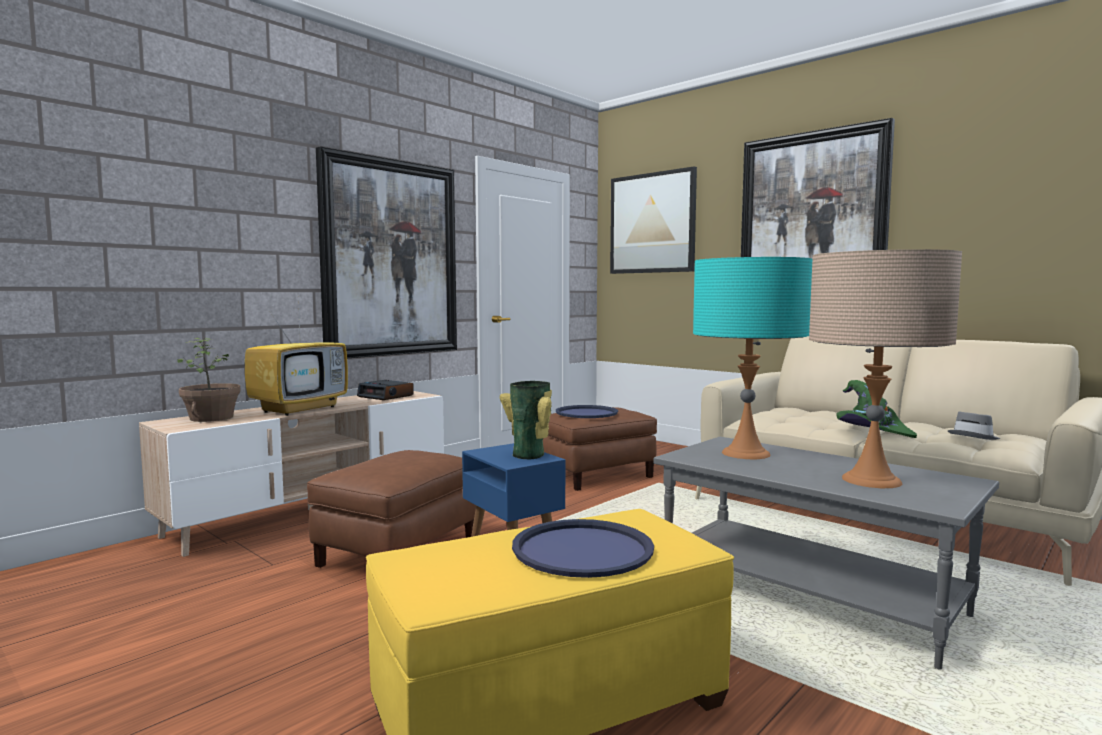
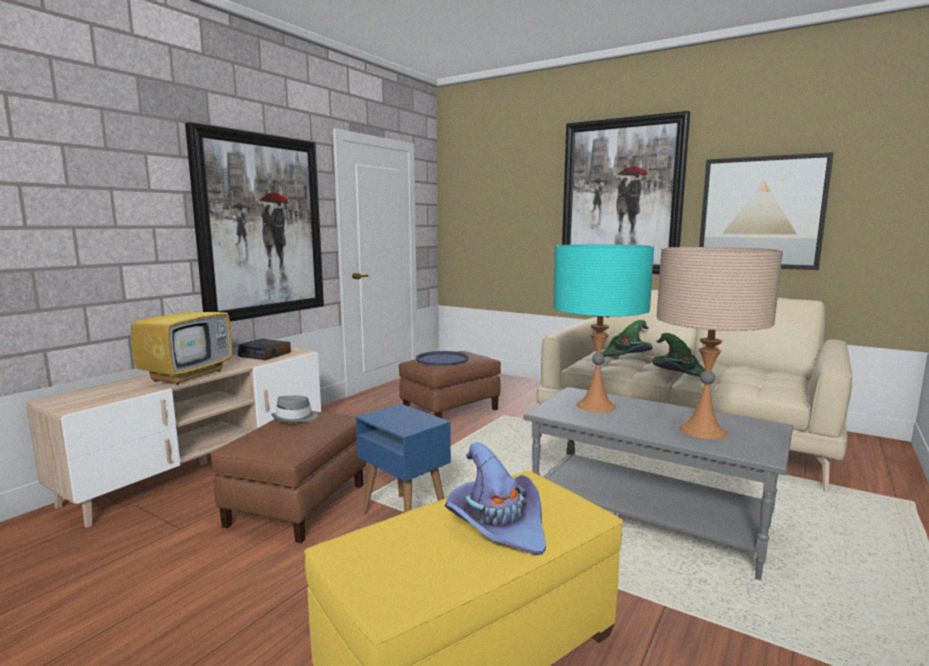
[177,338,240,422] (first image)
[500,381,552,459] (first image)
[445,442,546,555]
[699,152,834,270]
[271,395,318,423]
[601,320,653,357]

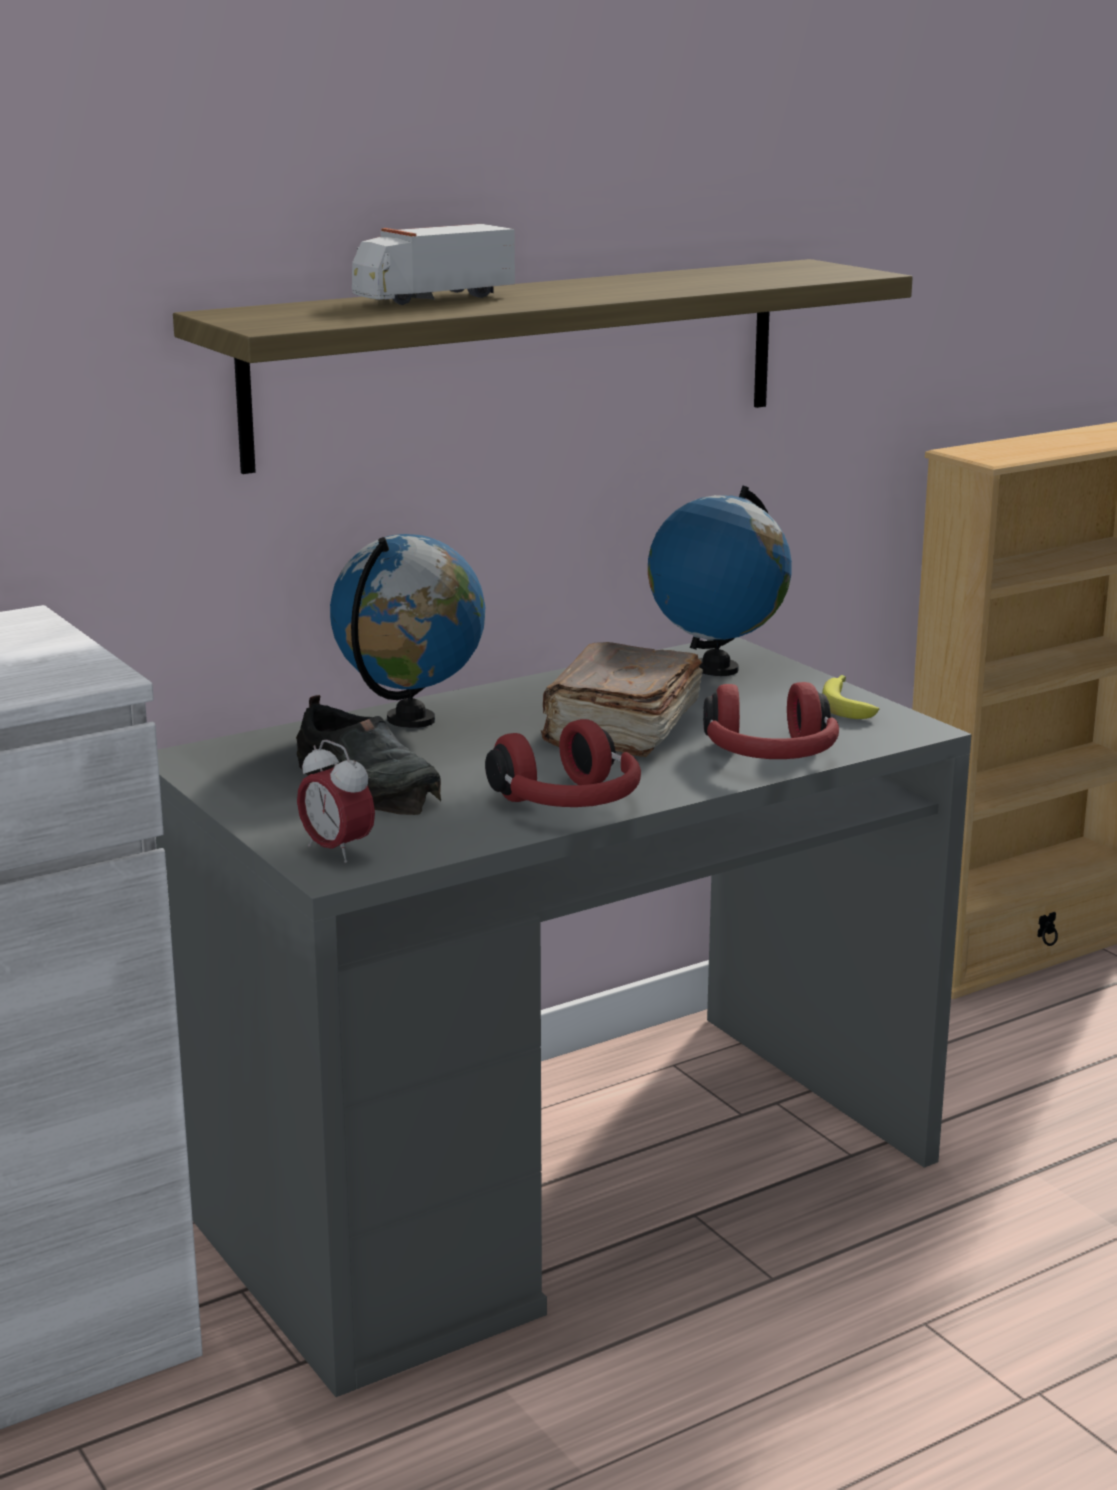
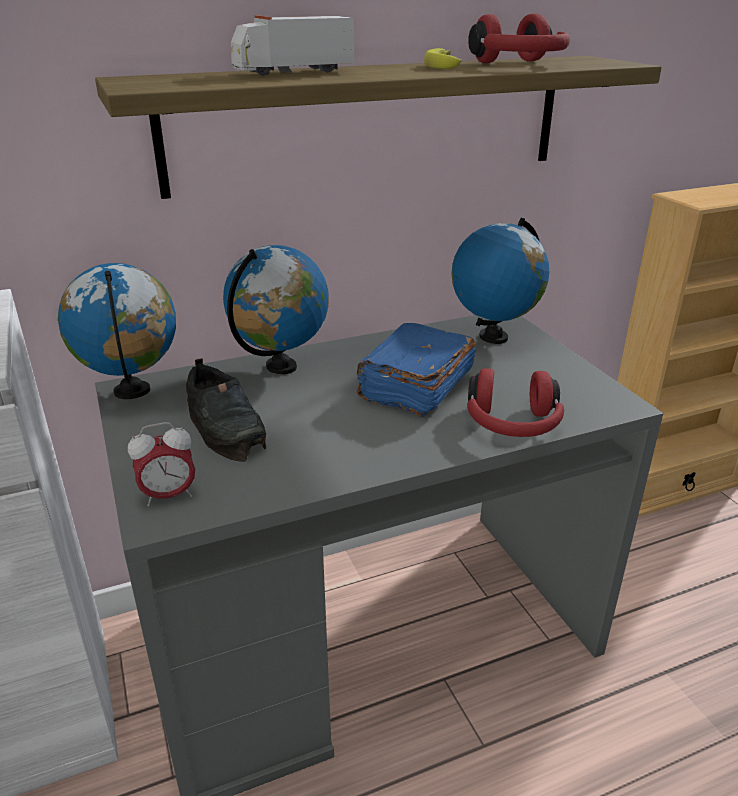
[128,422,195,506]
[468,13,570,63]
[356,323,476,417]
[424,48,462,69]
[58,263,176,399]

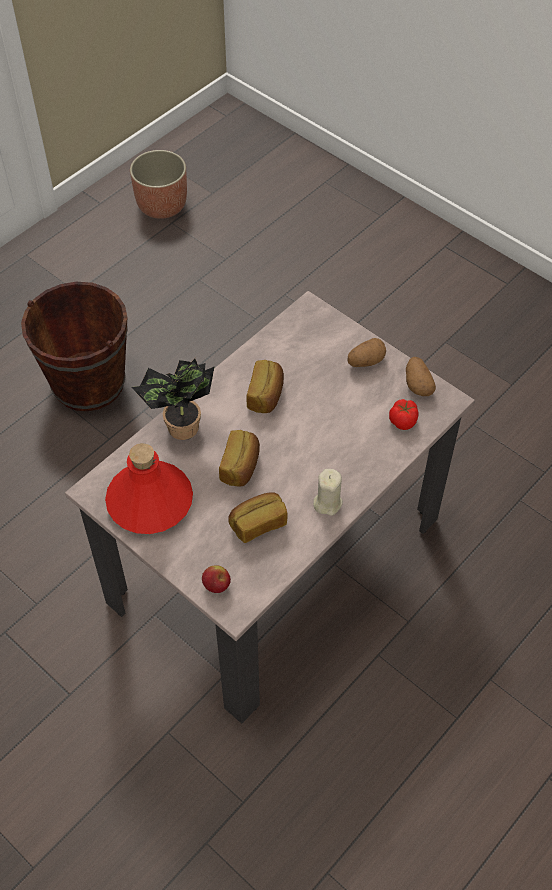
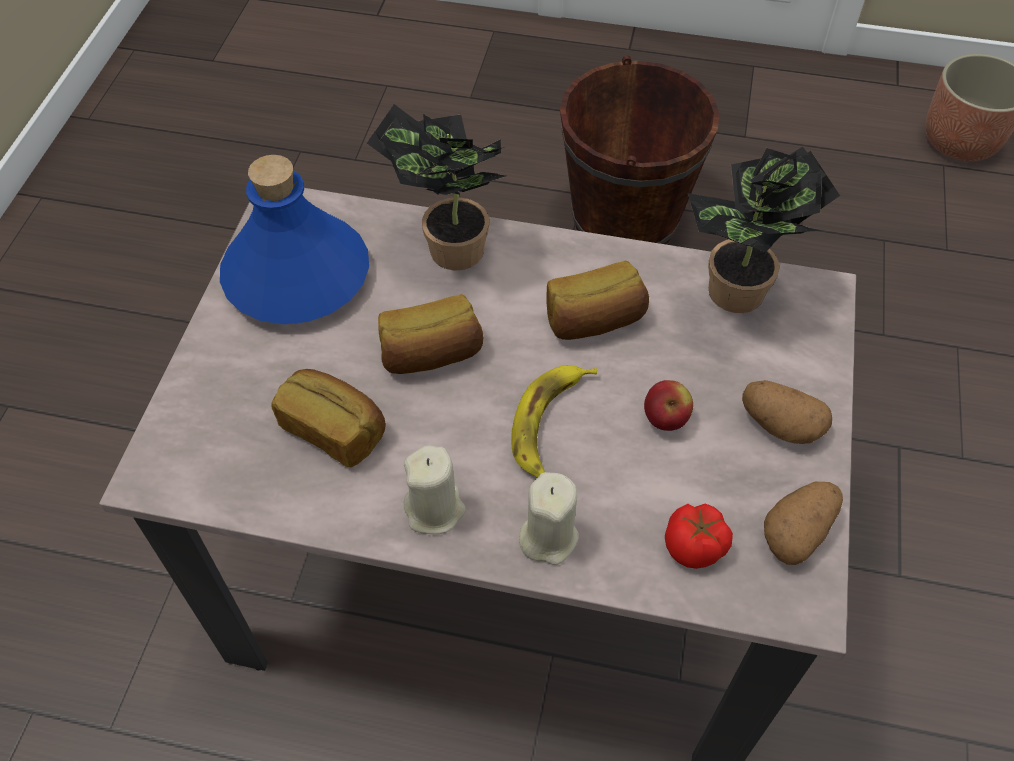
[220,155,369,324]
[644,380,693,431]
[511,365,597,478]
[519,472,579,565]
[688,146,840,313]

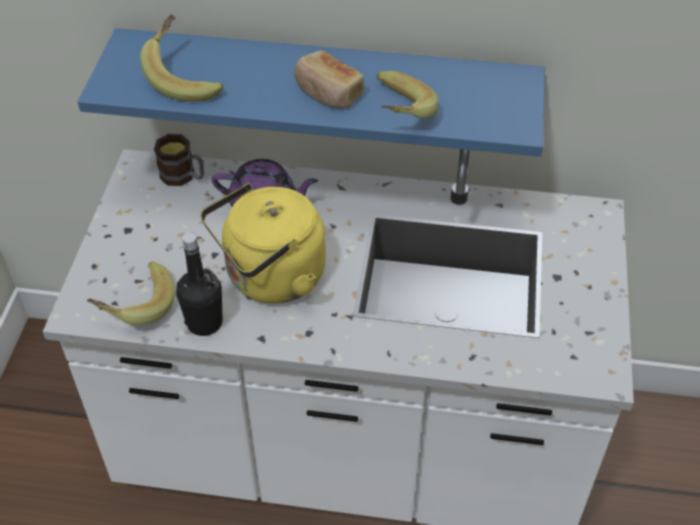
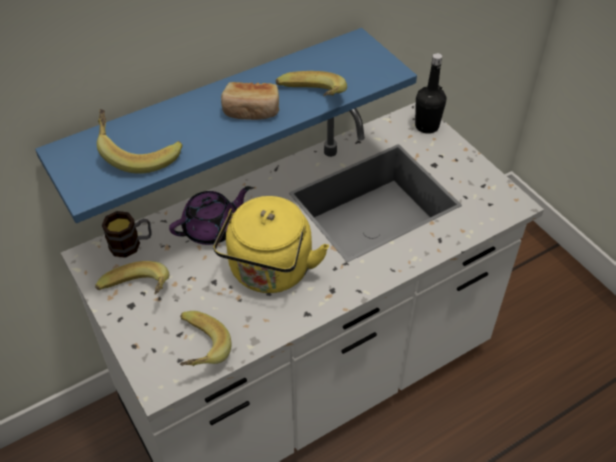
[415,53,446,134]
[95,261,169,294]

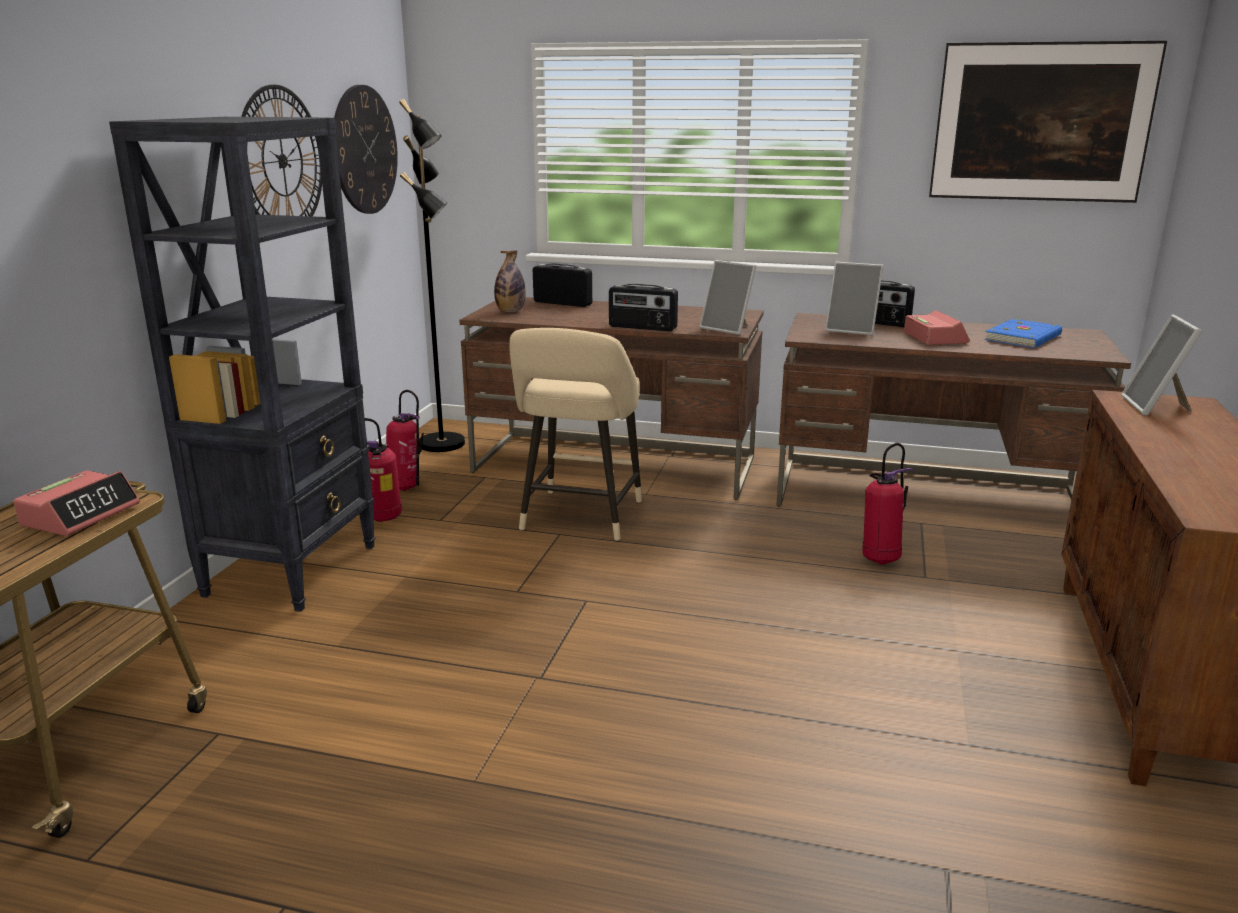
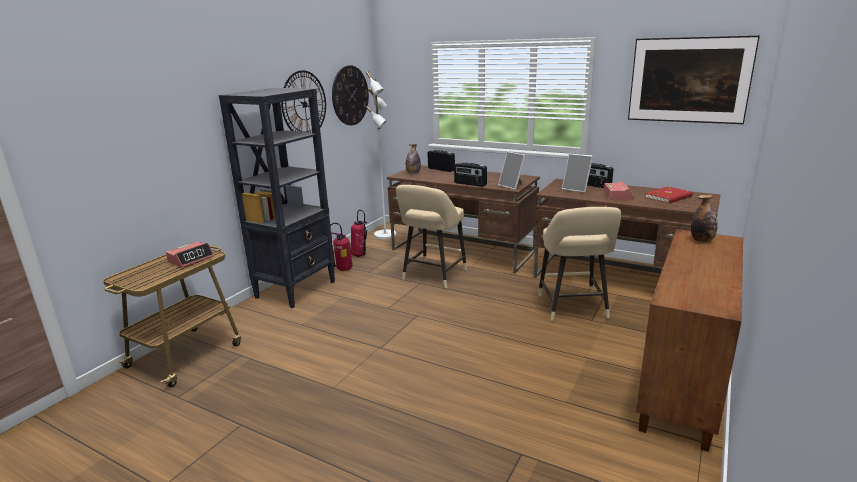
[366,72,396,239]
[538,207,621,321]
[645,186,693,204]
[691,195,718,242]

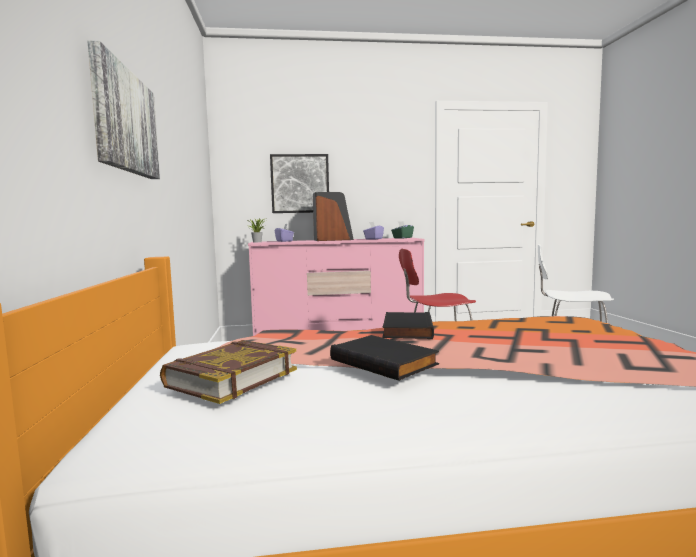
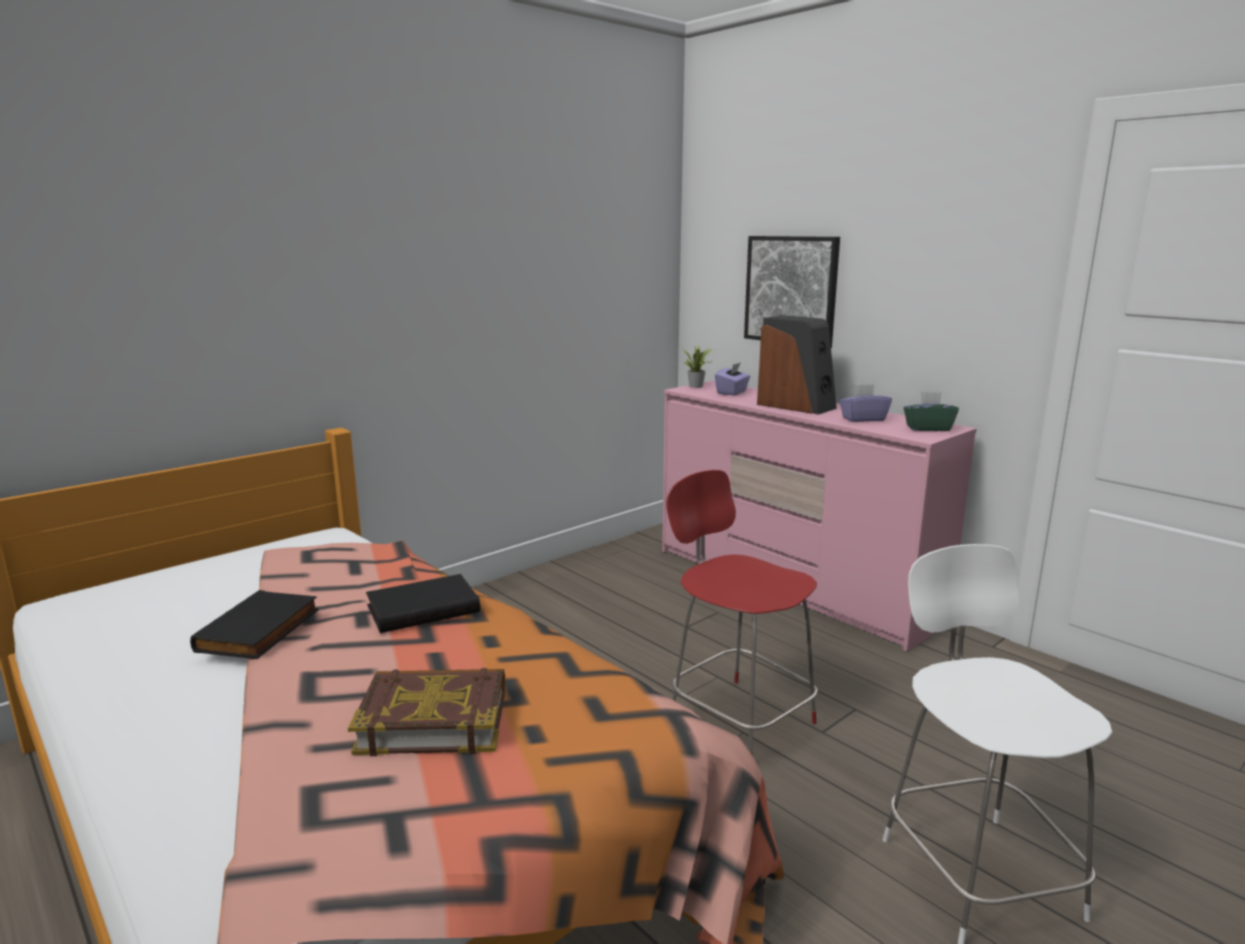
[87,41,160,179] (first image)
[348,668,505,756]

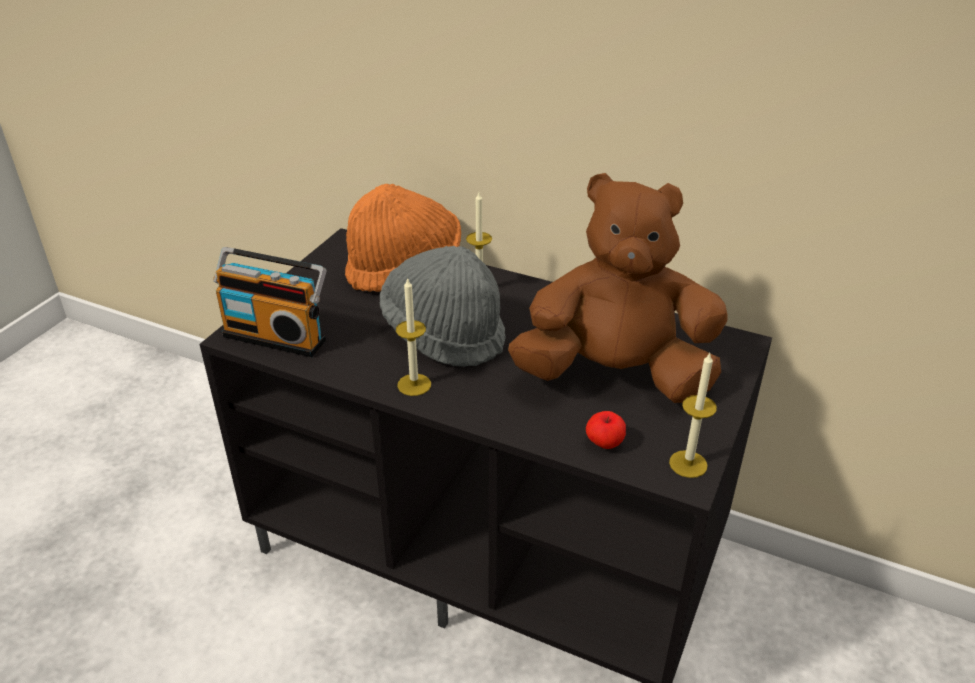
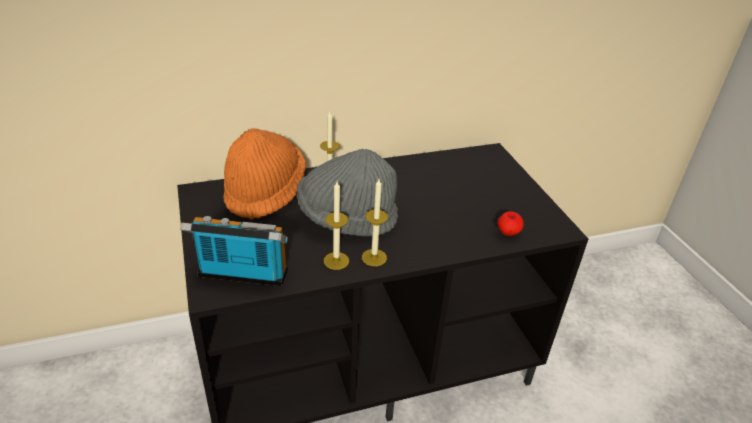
[180,216,288,286]
[508,173,728,403] (first image)
[324,182,349,270]

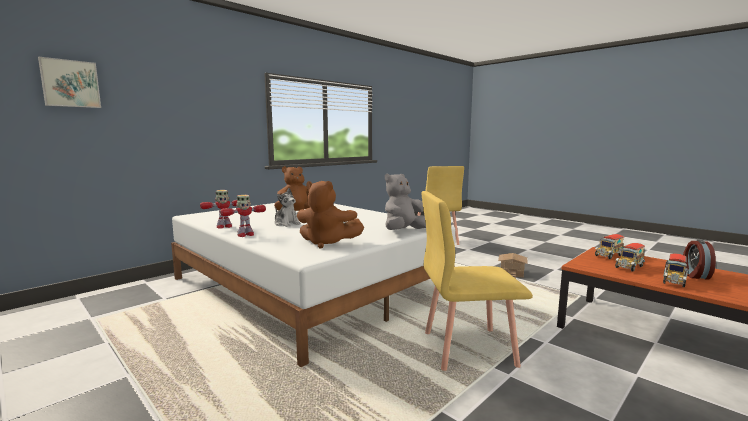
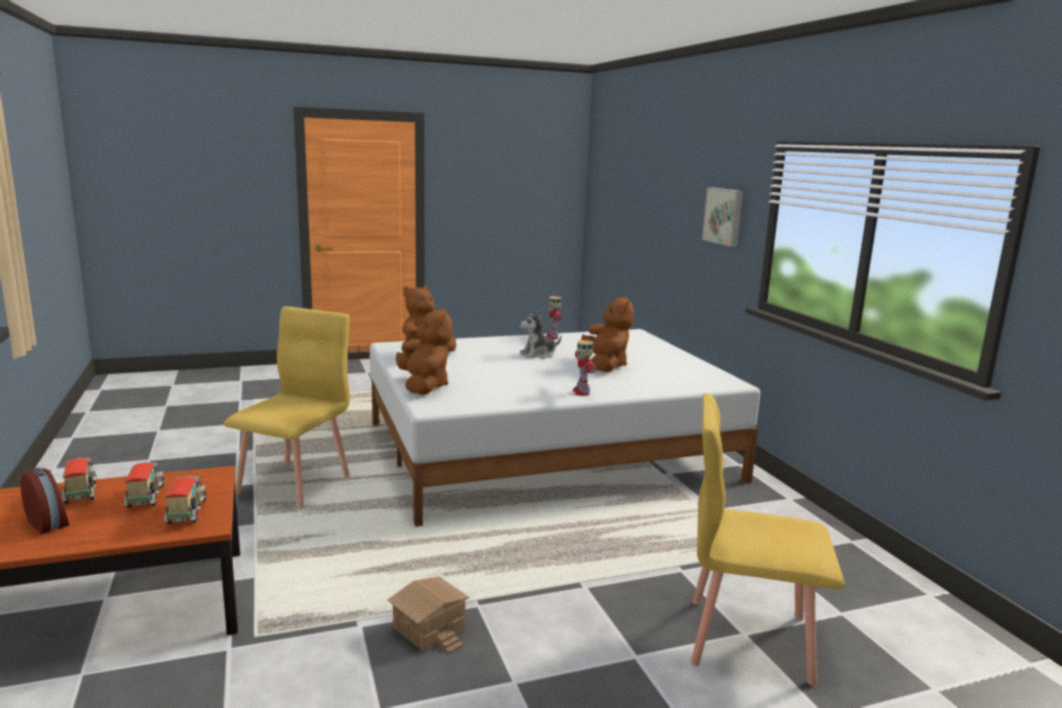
[702,187,743,247]
[572,340,597,396]
[396,307,452,395]

